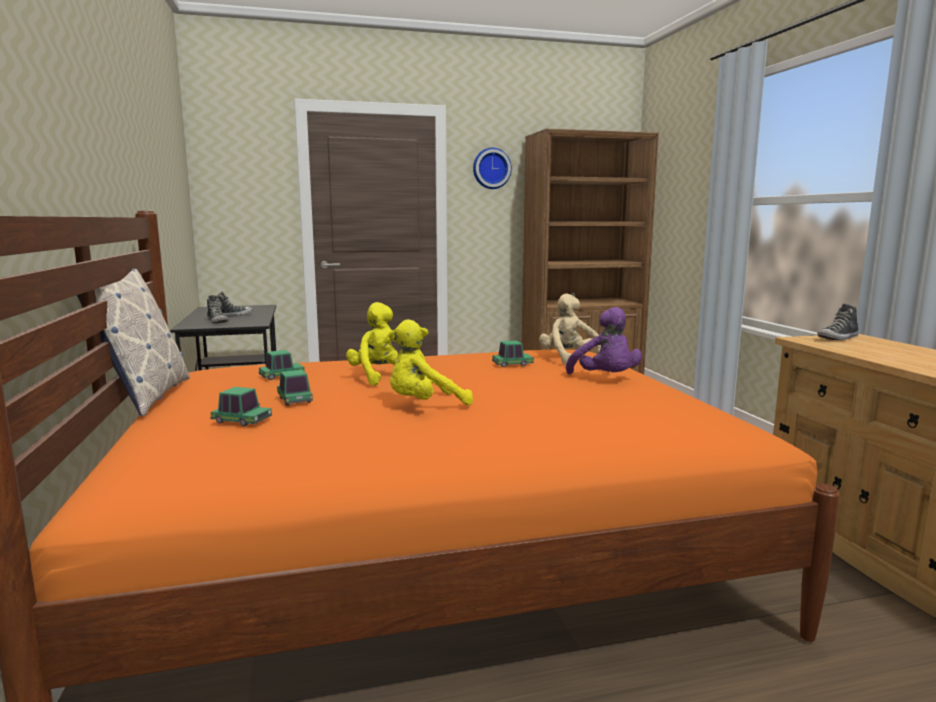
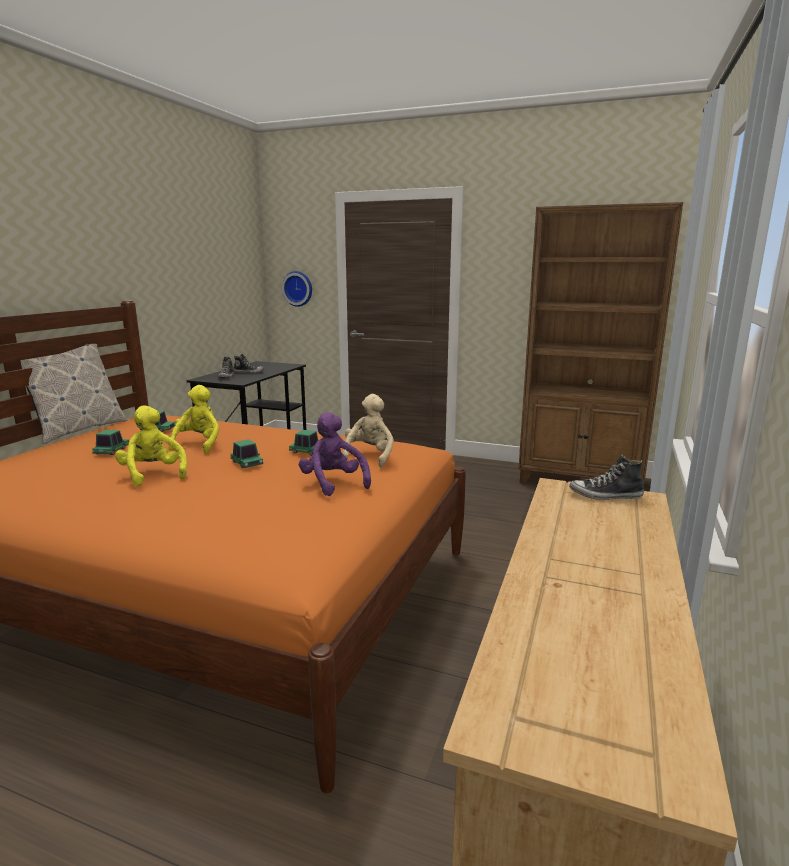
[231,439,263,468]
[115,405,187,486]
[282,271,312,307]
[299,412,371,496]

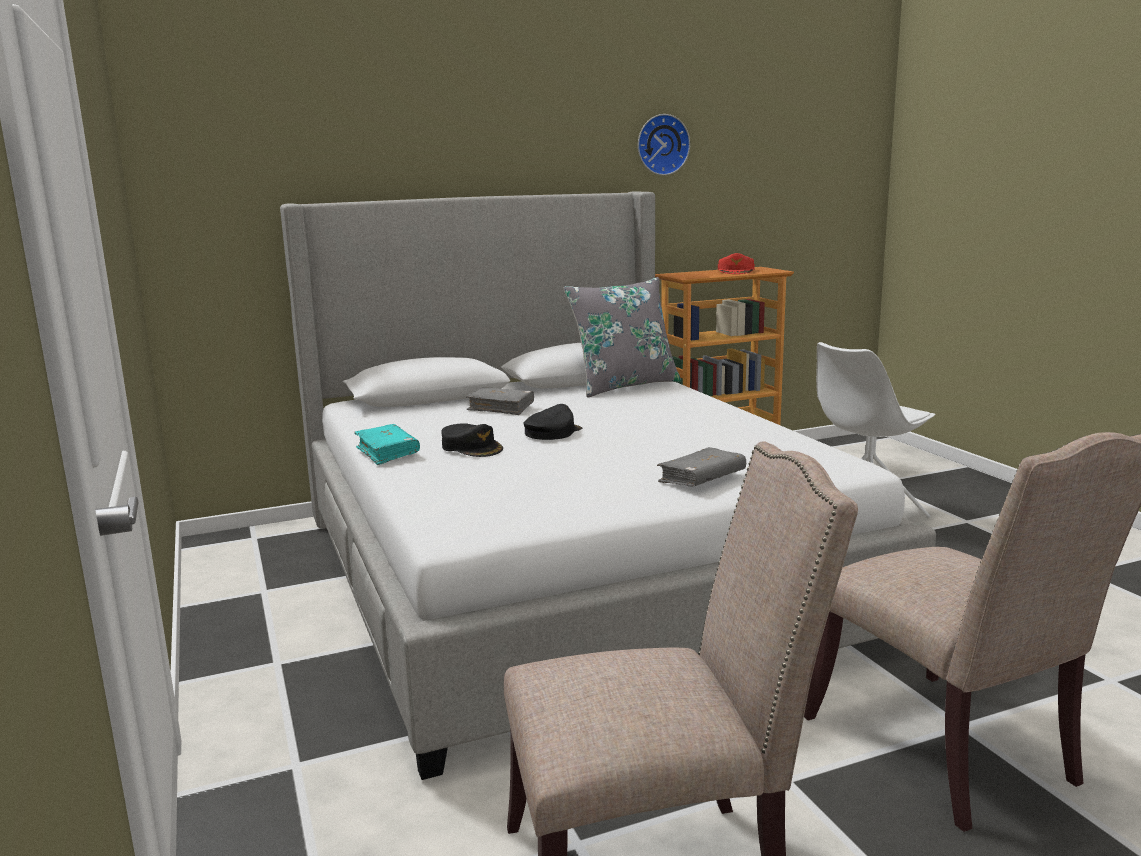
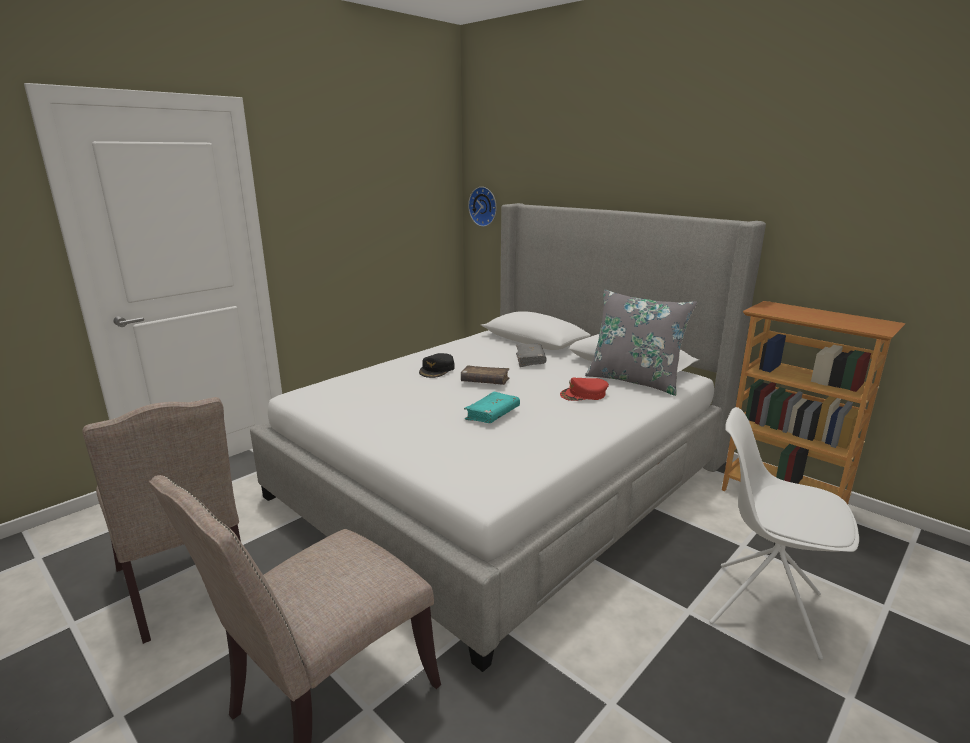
[464,392,520,423]
[461,365,510,385]
[468,187,496,227]
[657,447,746,487] (first image)
[560,377,609,401]

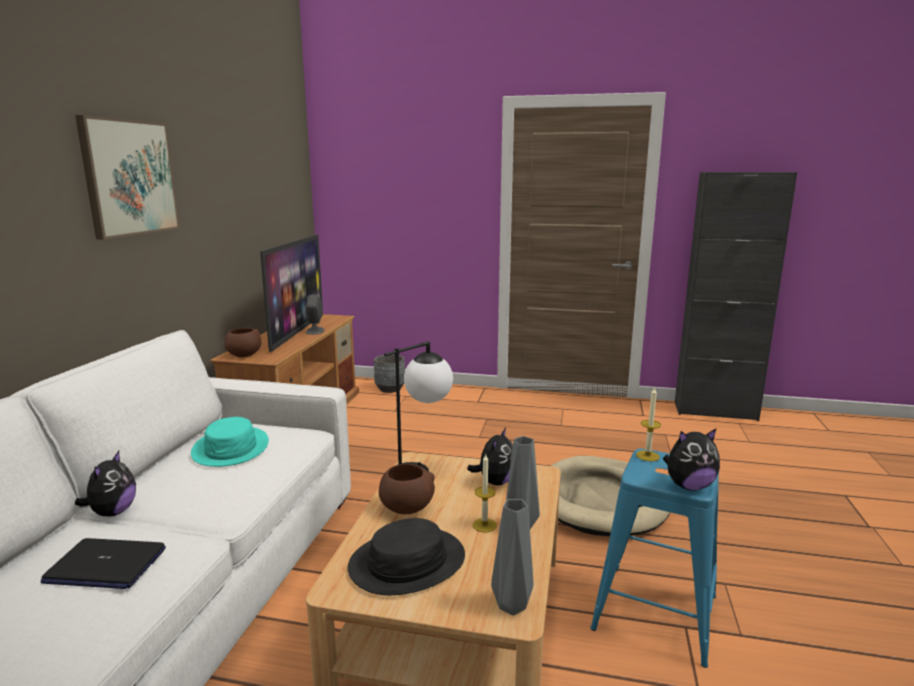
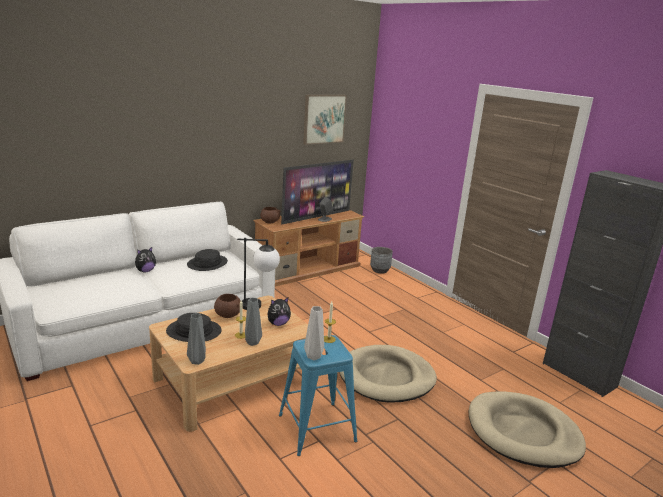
[41,538,166,589] (first image)
[303,95,347,145]
[187,249,228,271]
[304,306,324,360]
[469,391,586,468]

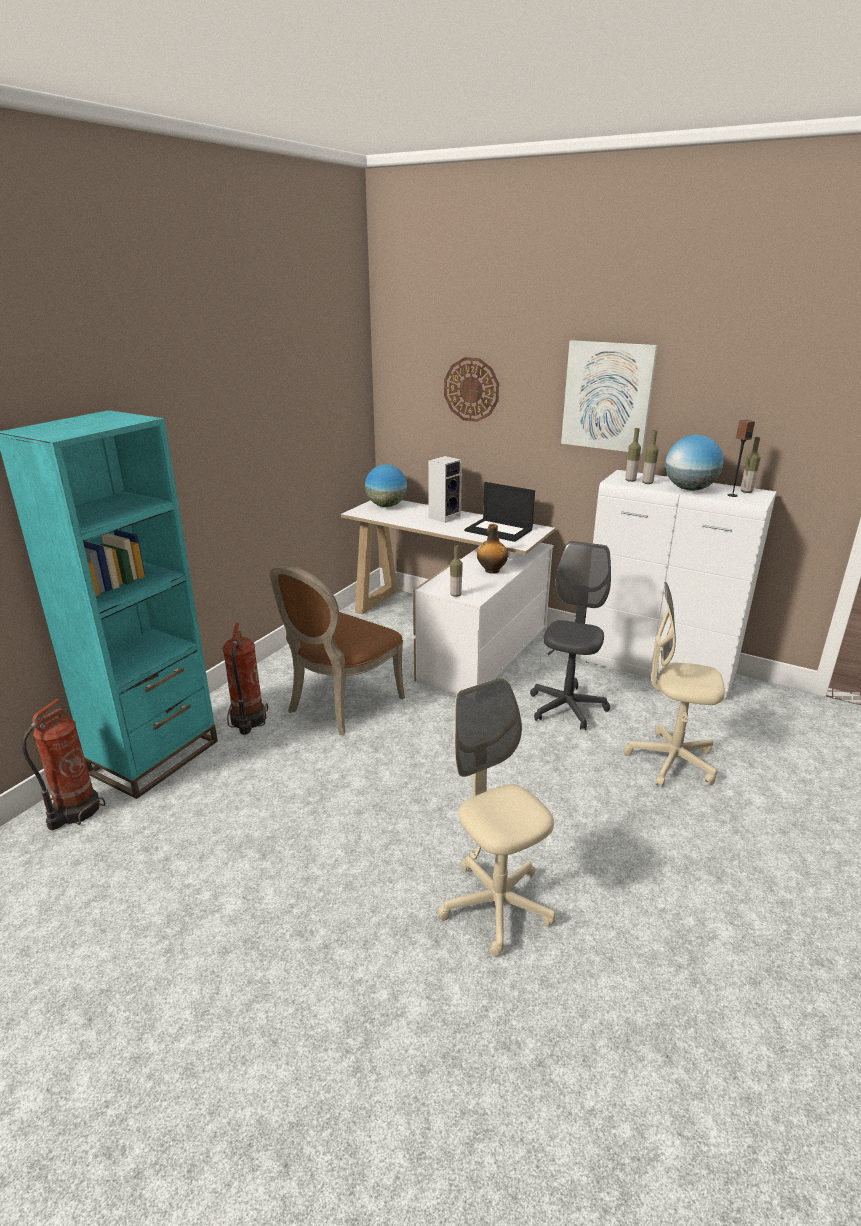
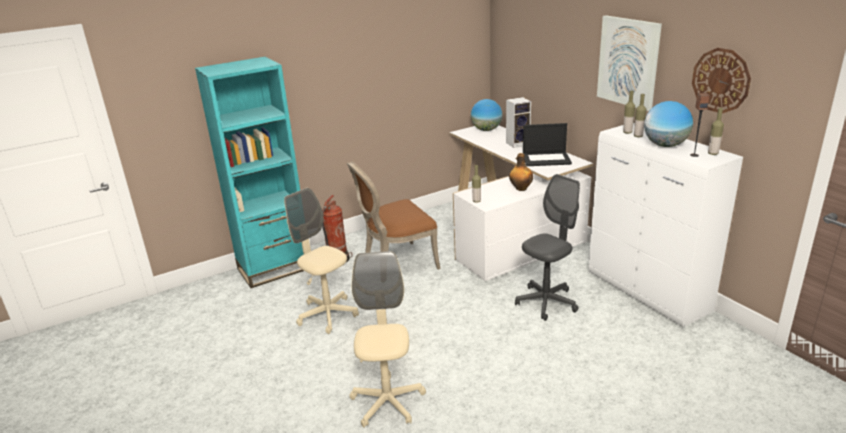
[22,699,106,830] (first image)
[692,48,751,113]
[523,123,572,166]
[284,188,359,334]

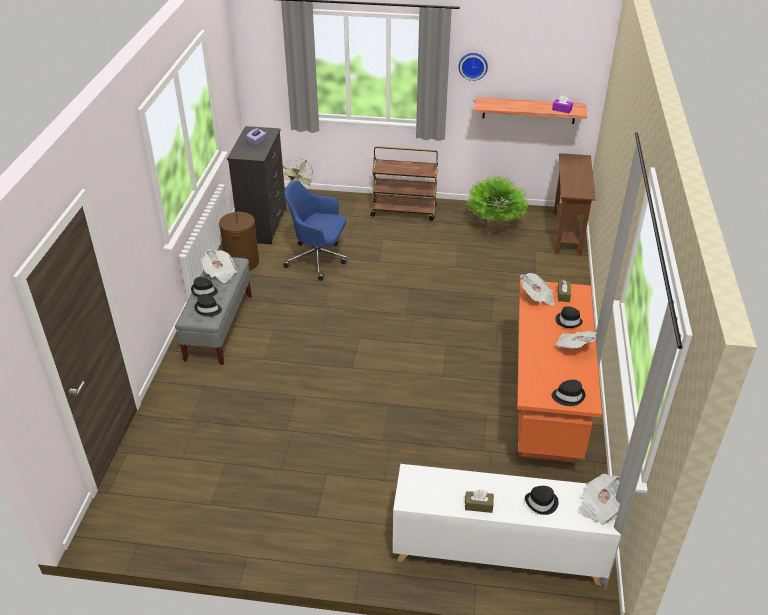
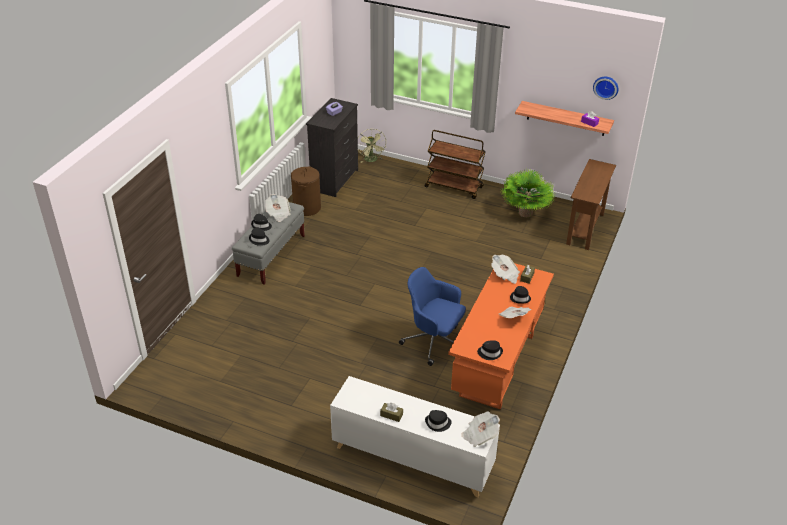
[399,267,466,366]
[593,77,618,100]

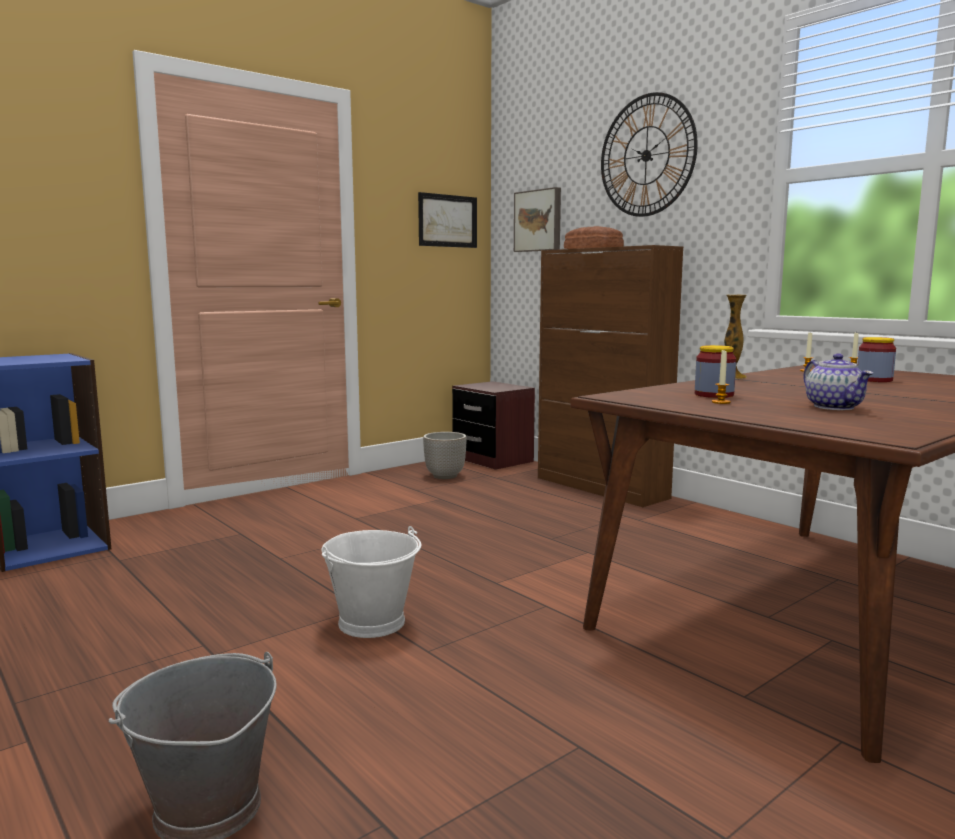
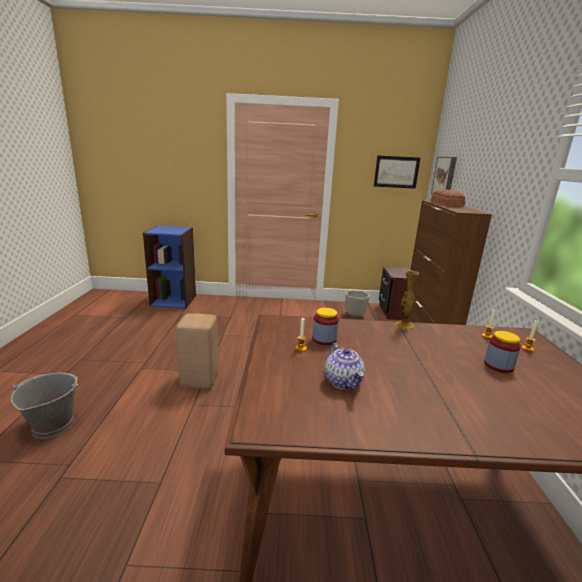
[176,313,218,389]
[601,92,698,217] (first image)
[325,343,365,390]

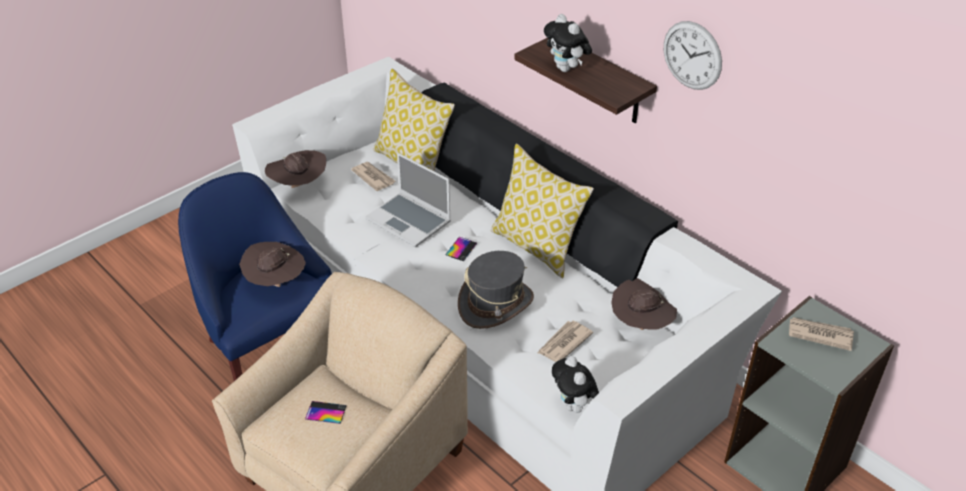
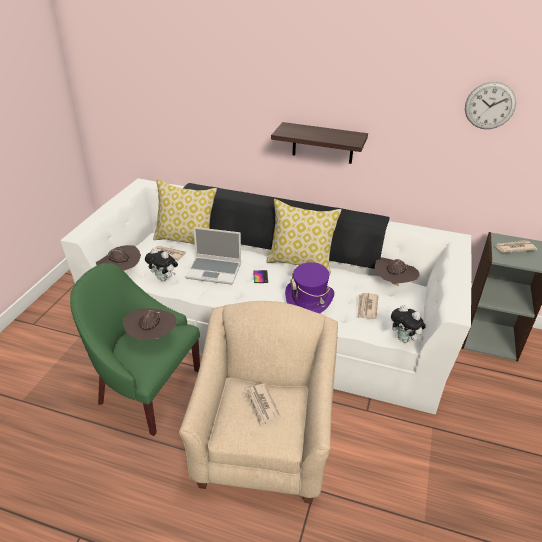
[70,263,200,436]
[243,383,281,426]
[285,262,334,313]
[145,248,178,281]
[465,82,516,129]

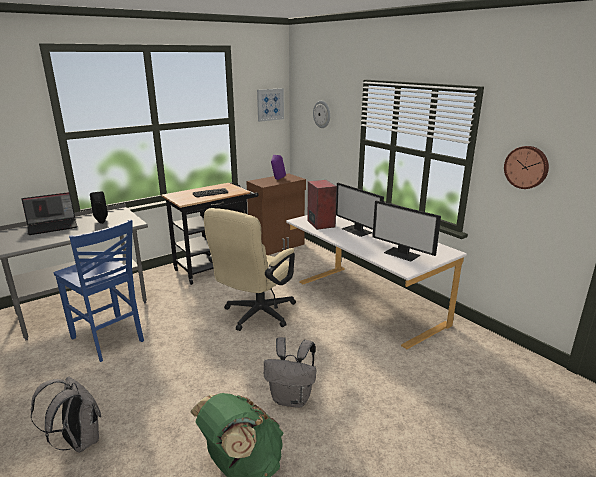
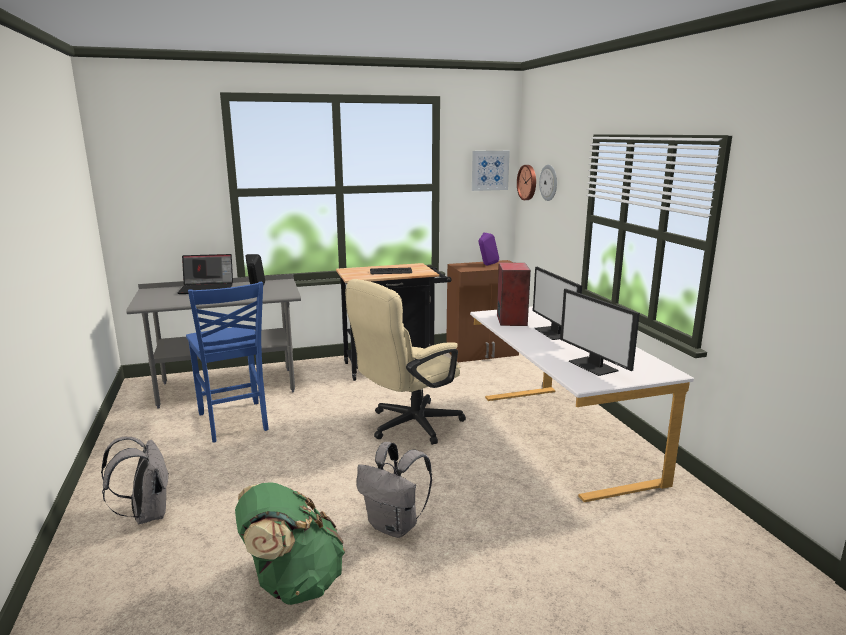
[517,165,536,200]

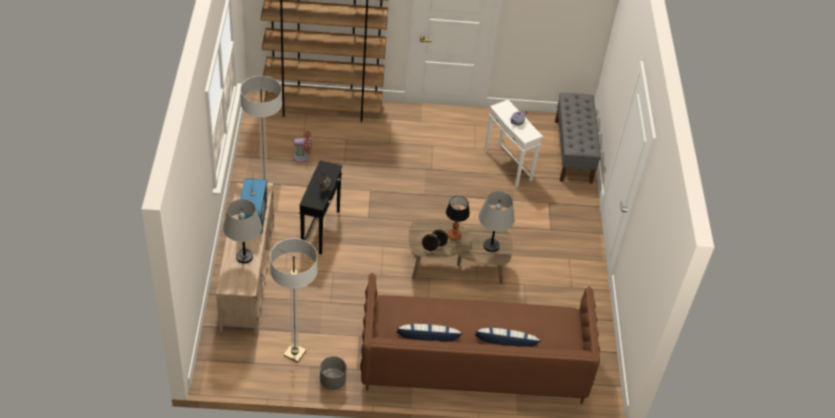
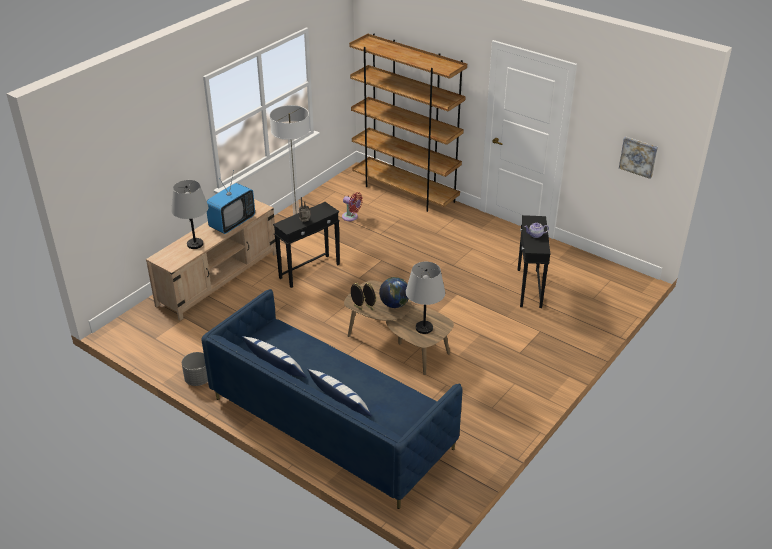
[270,238,317,362] (first image)
[201,289,463,509]
[379,277,409,308]
[518,215,550,308]
[555,93,601,184] (first image)
[619,137,658,179]

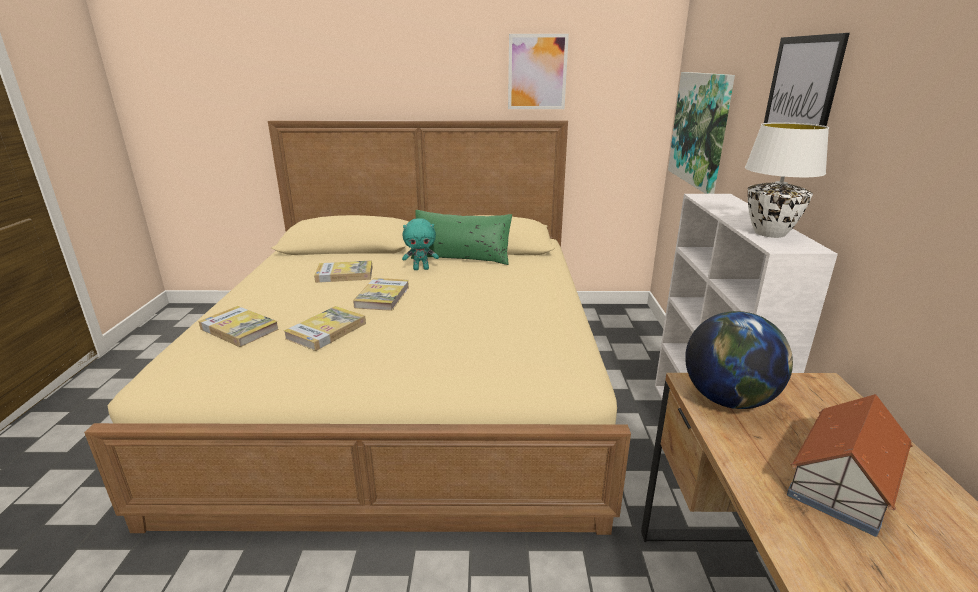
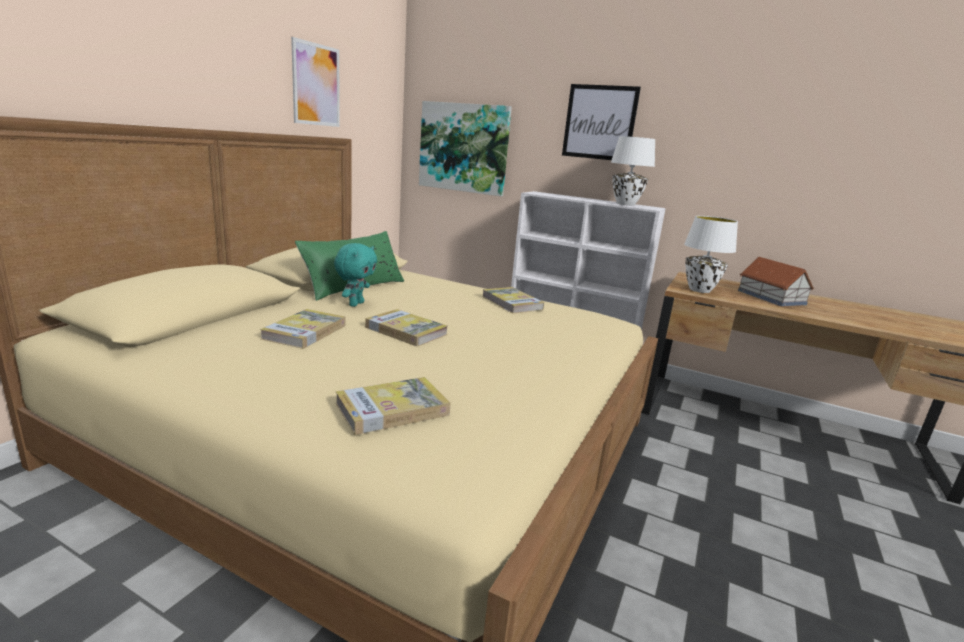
[482,287,544,314]
[684,216,738,293]

